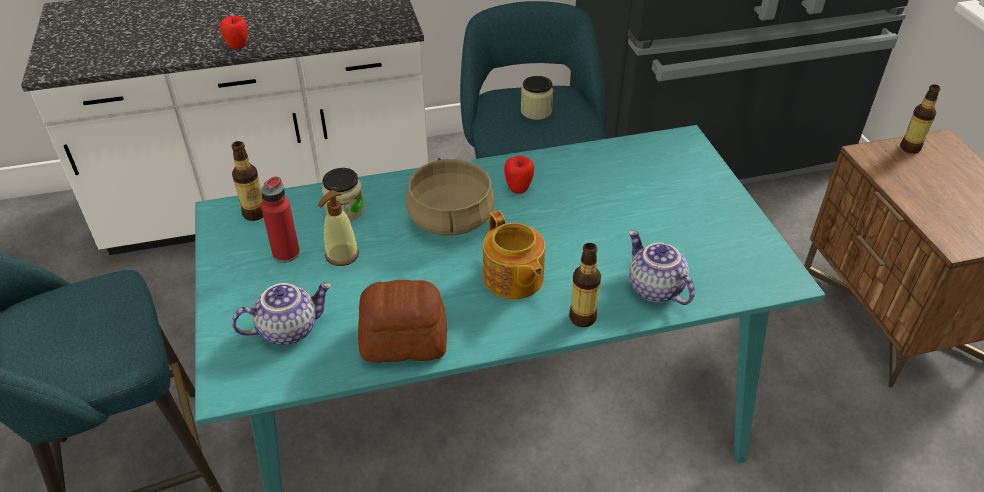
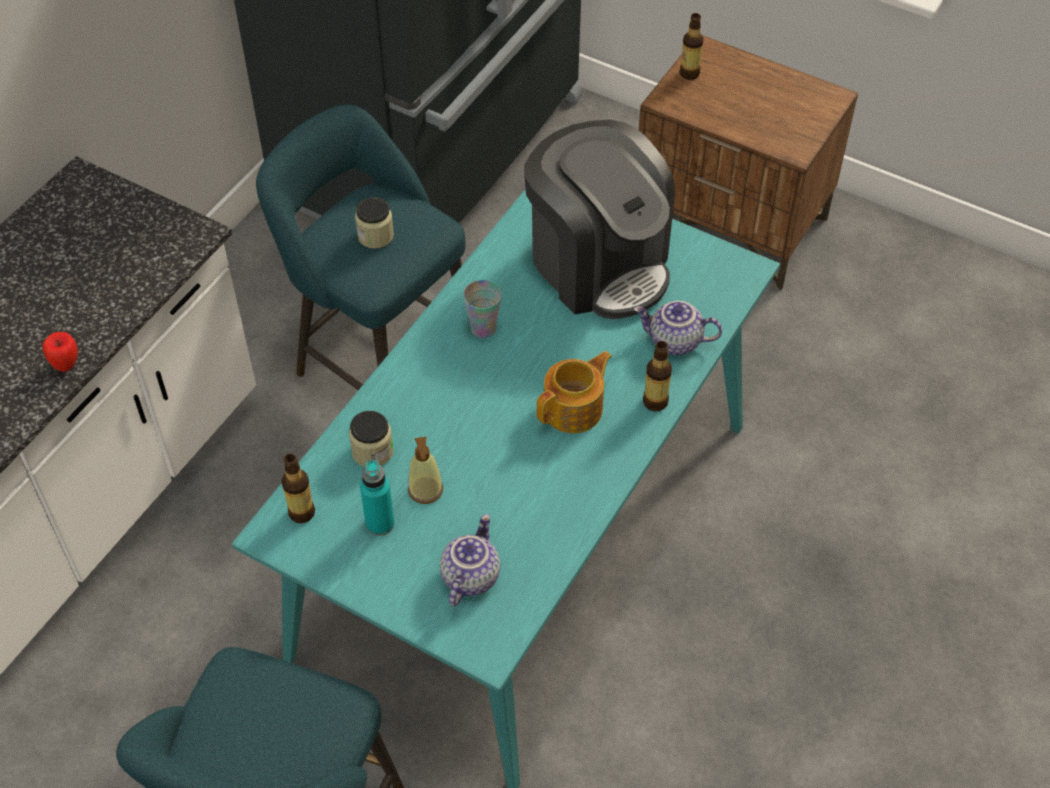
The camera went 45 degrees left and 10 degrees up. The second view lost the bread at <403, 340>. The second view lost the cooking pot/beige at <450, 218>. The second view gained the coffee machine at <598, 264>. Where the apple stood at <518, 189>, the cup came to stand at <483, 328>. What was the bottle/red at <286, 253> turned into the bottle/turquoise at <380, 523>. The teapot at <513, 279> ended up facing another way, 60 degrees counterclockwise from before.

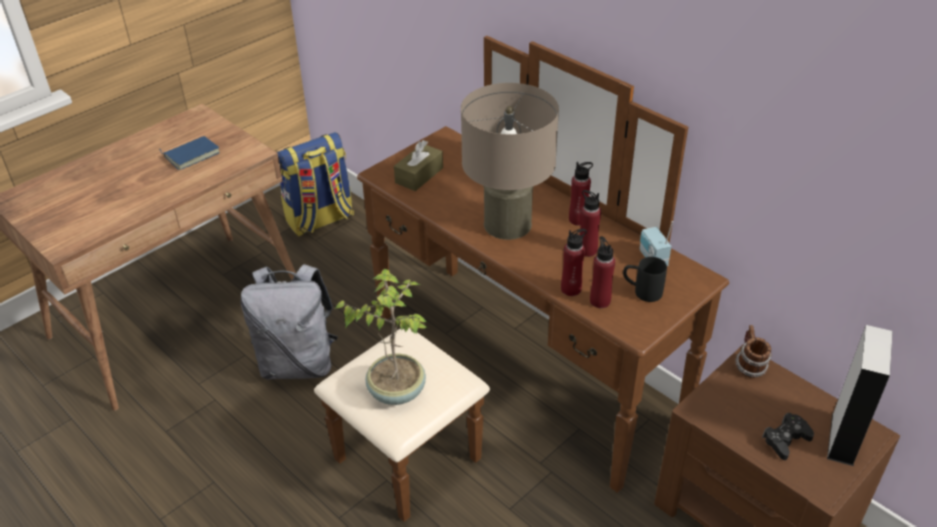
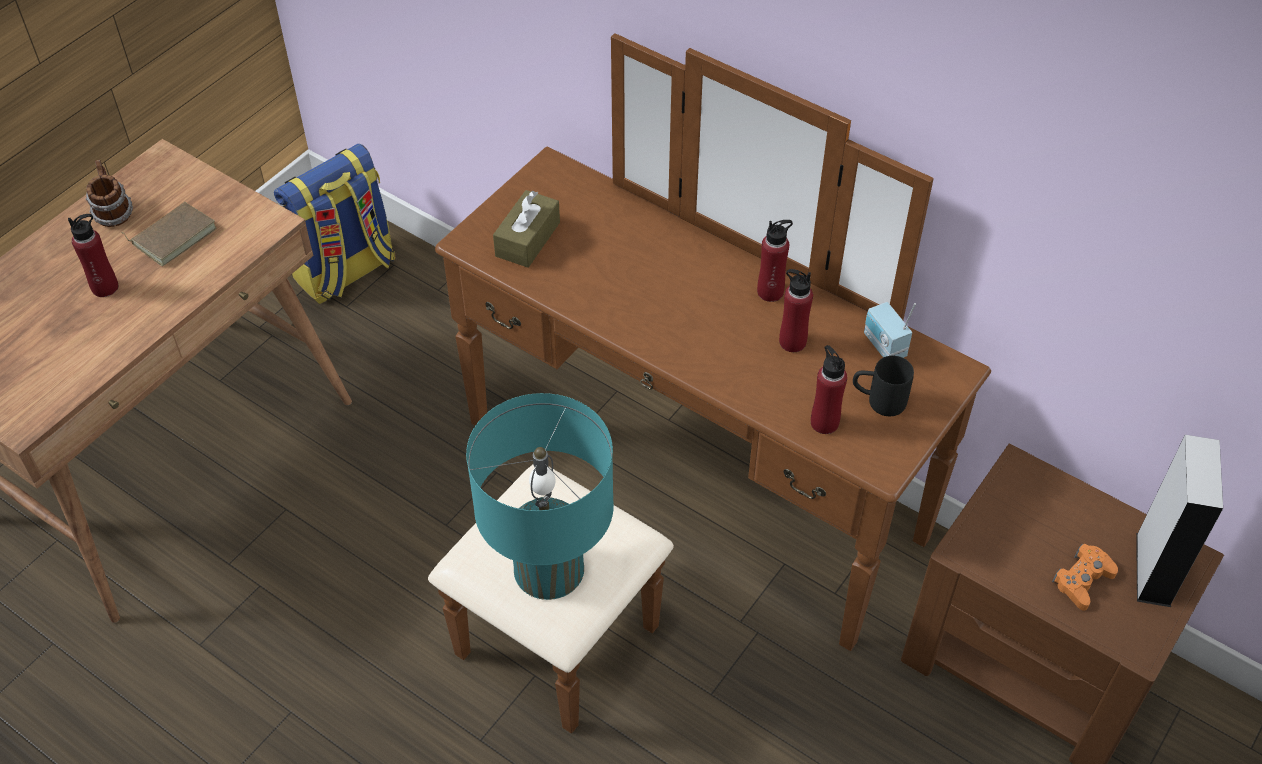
The camera went 10 degrees left and 10 degrees up. The second view lost the backpack/grey at <298, 363>. The second view lost the table lamp/beige at <507, 224>. The bottle/red ended up elsewhere, having gone from <571, 289> to <105, 287>. The mug ended up elsewhere, having gone from <749, 366> to <113, 213>. Where the potted plant stood at <396, 390>, the table lamp/turquoise came to stand at <549, 569>. What was the book/blue at <191, 154> turned into the book/brown at <173, 235>. What was the game controller/black at <786, 440> turned into the game controller/orange at <1082, 580>.

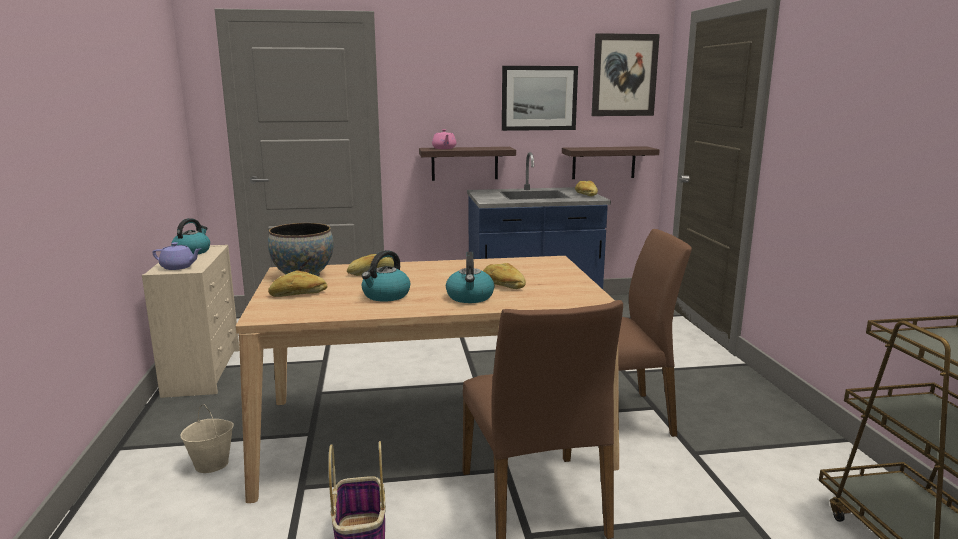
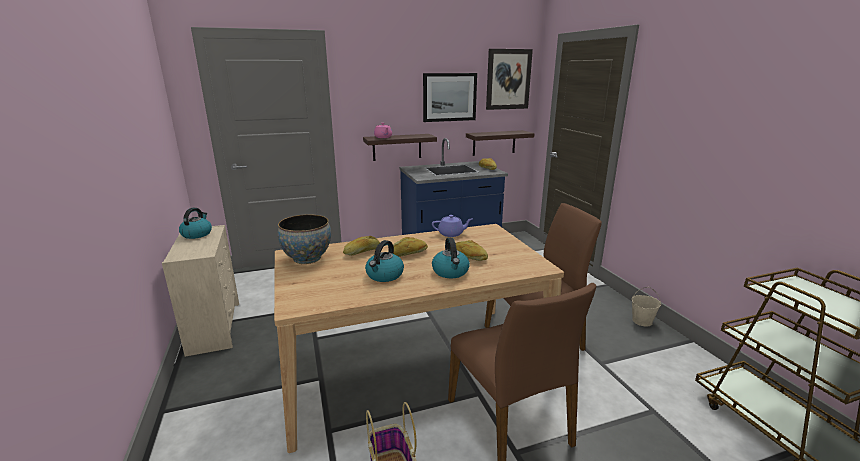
The camera went 10 degrees left and 5 degrees up. The teapot/purple ended up elsewhere, having gone from <178, 267> to <451, 234>. The bucket/beige ended up elsewhere, having gone from <212, 464> to <642, 321>. The bread ended up elsewhere, having gone from <298, 294> to <408, 254>.

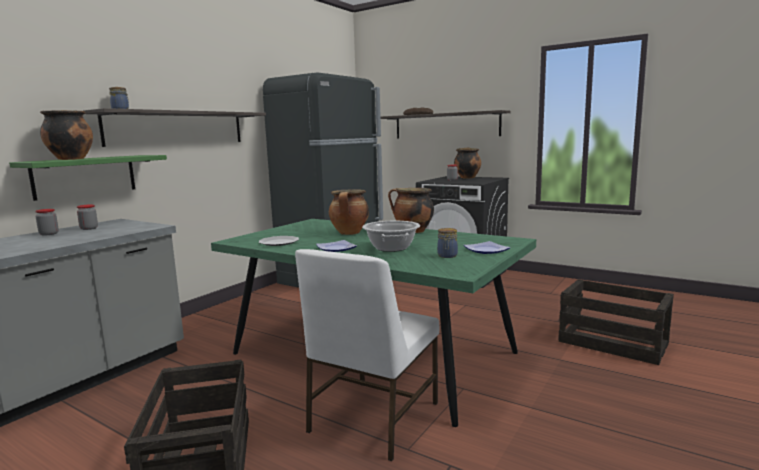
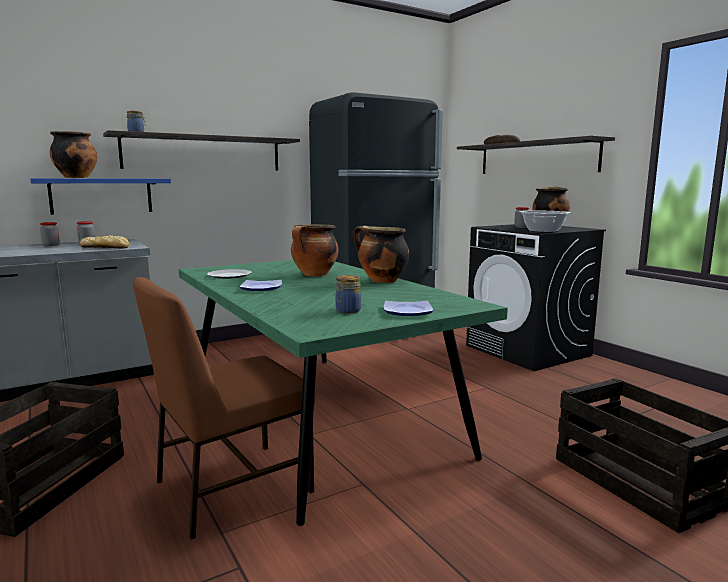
The camera went 25 degrees right and 0 degrees up. The second view gained the bread at <106, 247>. The cooking pot ended up elsewhere, having gone from <391, 248> to <543, 231>. What was the shelf/green at <85, 176> turned into the shelf/blue at <101, 196>. What was the chair/white at <372, 418> turned into the chair/brown at <230, 487>.

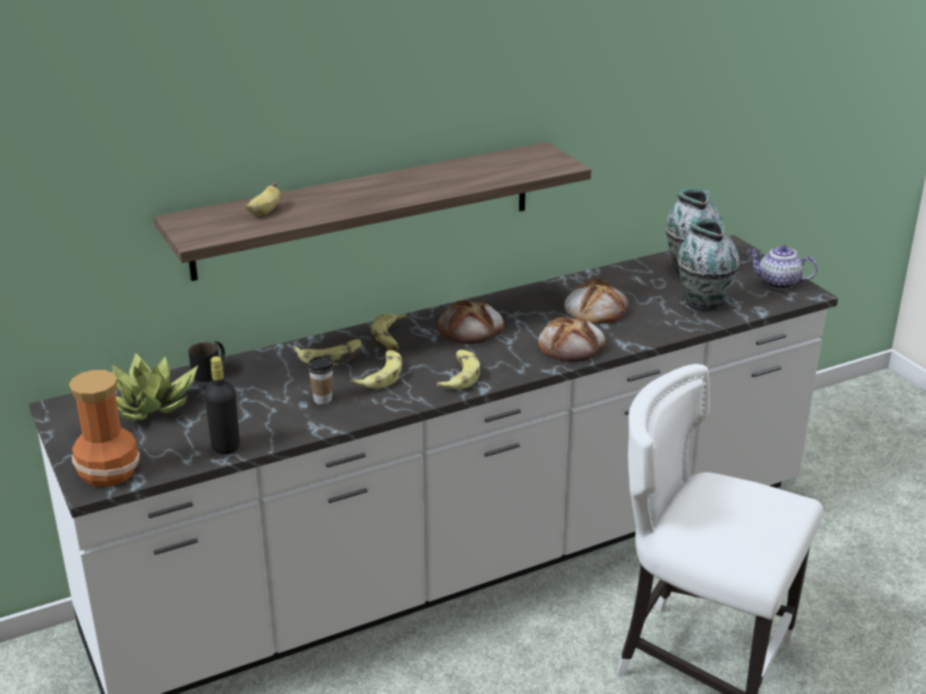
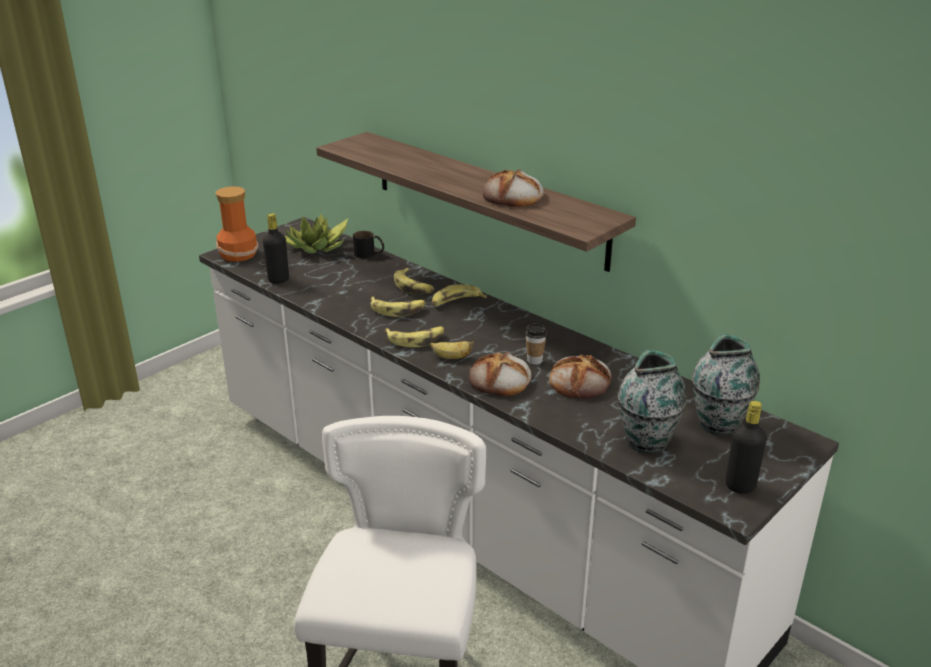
The camera went 70 degrees right and 0 degrees up. The banana ended up elsewhere, having gone from <265, 212> to <451, 357>. The cup ended up elsewhere, having gone from <322, 399> to <534, 360>. The bread ended up elsewhere, having gone from <471, 328> to <513, 197>. Where the teapot stood at <778, 283>, the bottle/black came to stand at <740, 486>.

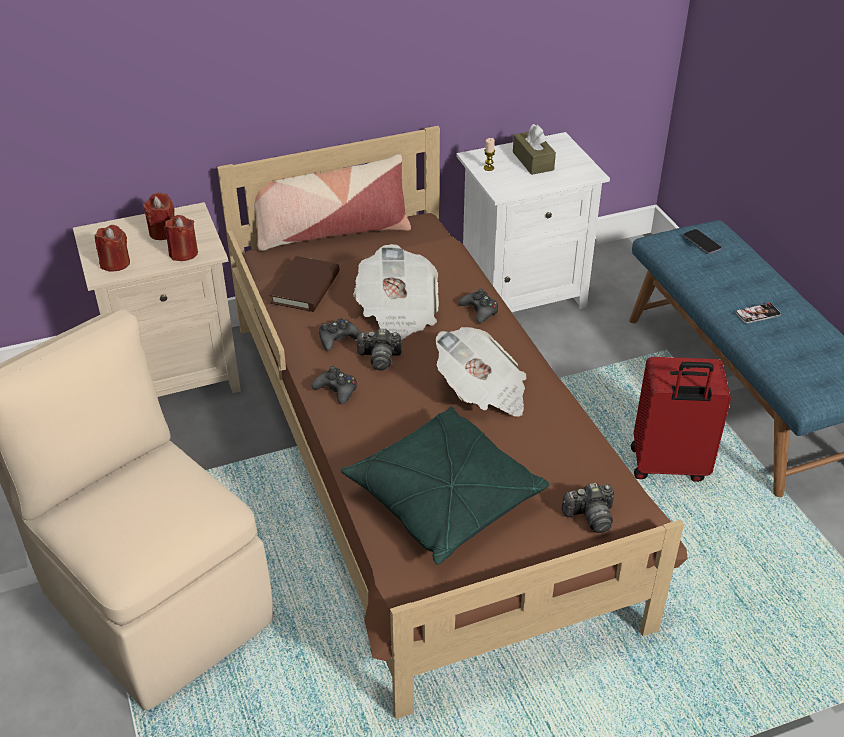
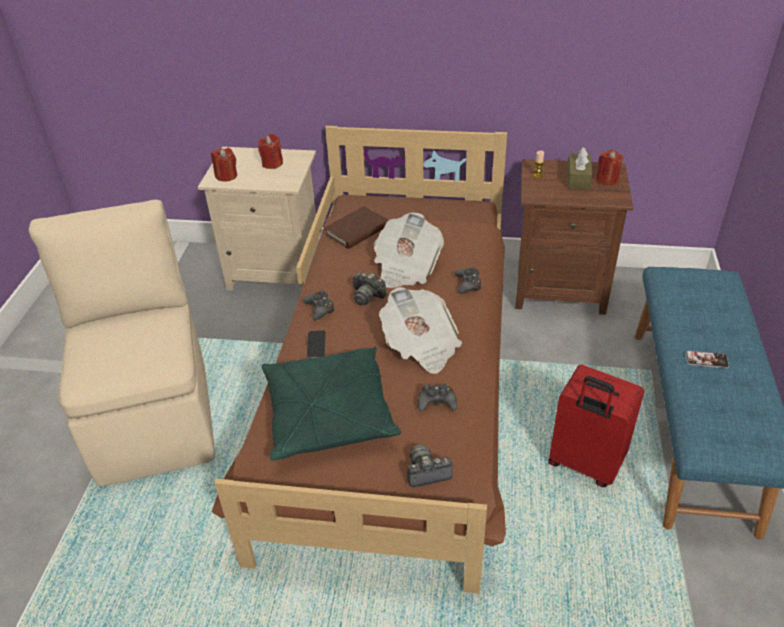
The camera went 30 degrees right and 0 degrees up. The second view lost the pillow at <331, 231>. The candle/red ended up elsewhere, having gone from <183, 253> to <607, 179>. The game controller/black ended up elsewhere, having gone from <338, 339> to <436, 402>. The phone ended up elsewhere, having gone from <701, 242> to <316, 345>. What was the nightstand/white at <521, 294> turned into the nightstand/brown at <559, 288>. The photo camera at <590, 516> ended up facing another way, 150 degrees clockwise from before.

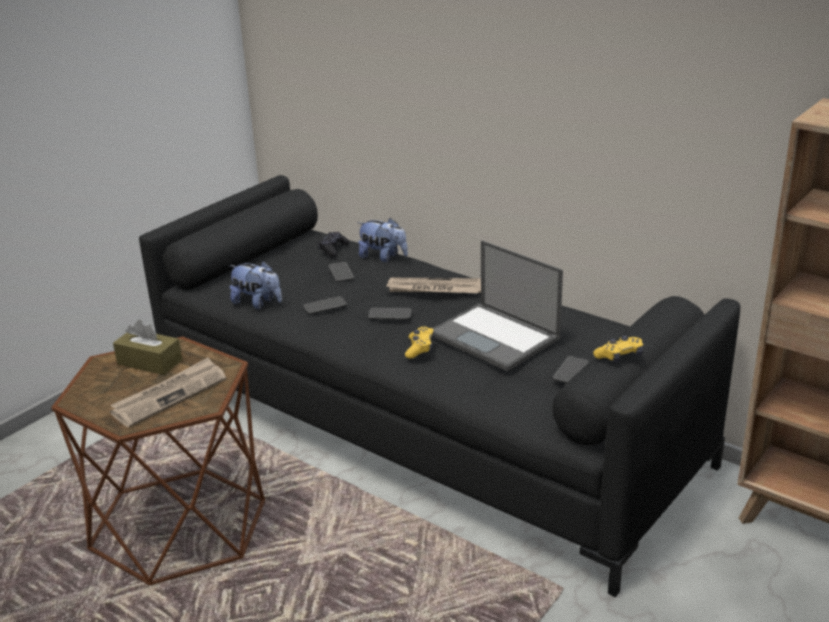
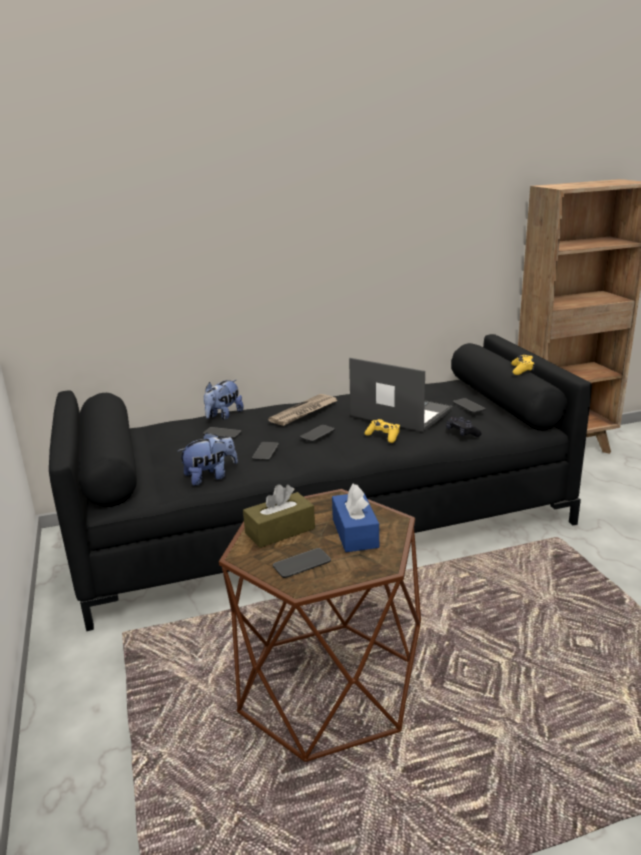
The camera went 55 degrees left and 5 degrees down. The second view gained the phone at <302, 564>. The game controller/black ended up elsewhere, having gone from <333, 249> to <462, 432>. Where the newspaper stood at <170, 395>, the tissue box/blue came to stand at <355, 533>. The plush toy at <383, 257> ended up facing another way, 150 degrees clockwise from before. The laptop at <496, 337> ended up facing another way, 135 degrees counterclockwise from before.

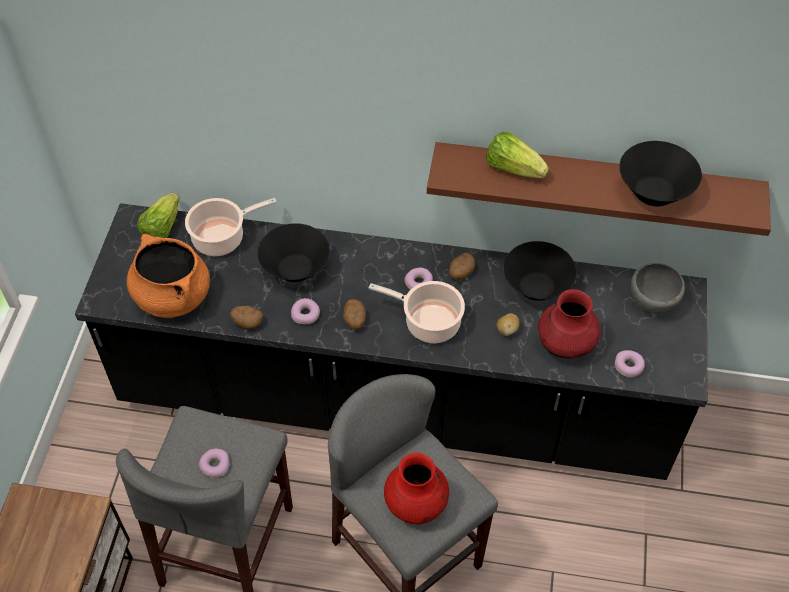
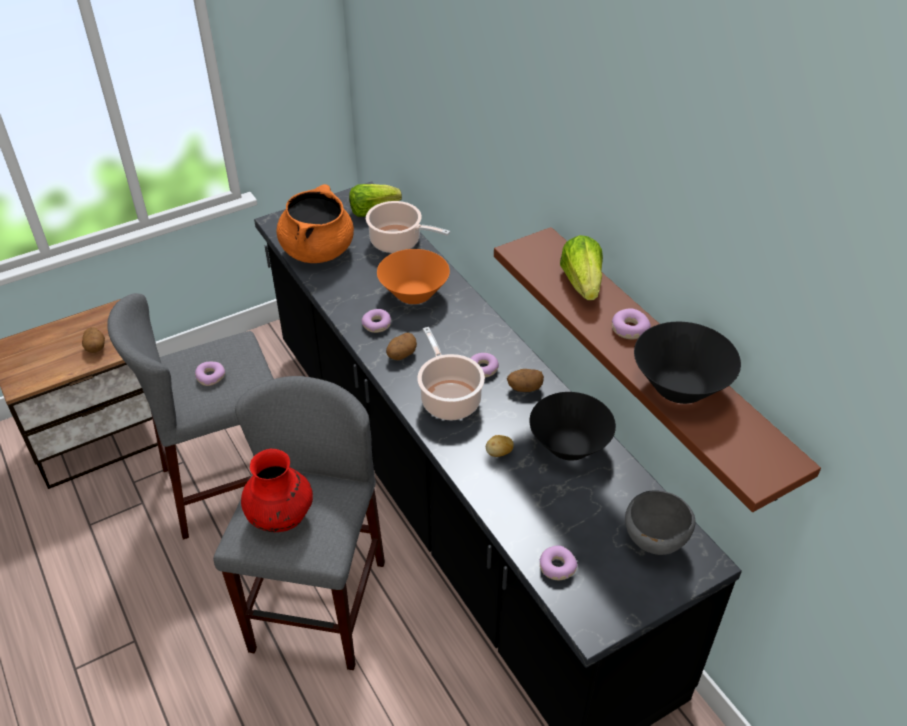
The camera went 50 degrees right and 10 degrees down. The second view lost the vase/red at <565, 345>. The second view gained the donut at <629, 329>. The potato ended up elsewhere, having gone from <247, 322> to <95, 347>. What was the bowl/black at <295, 269> turned into the bowl/orange at <414, 294>.

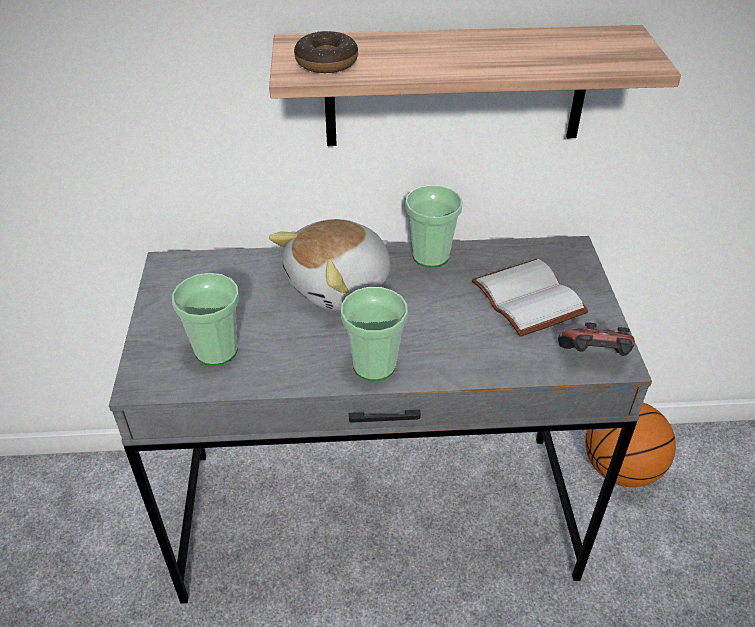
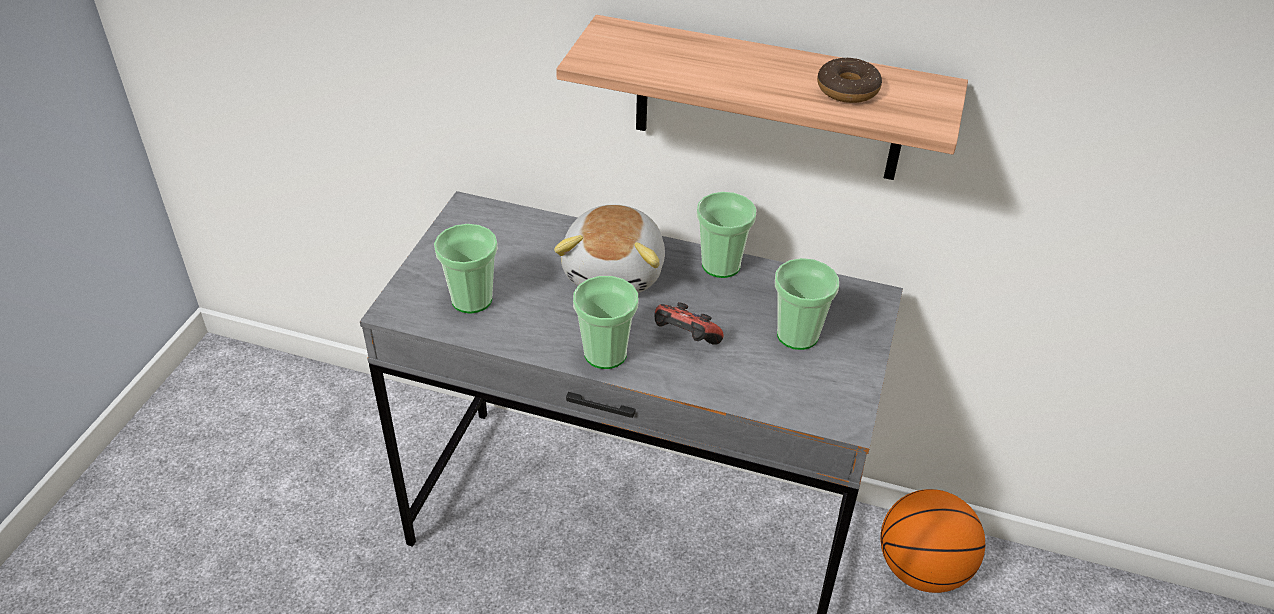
The camera went 20 degrees right and 0 degrees up. The donut ended up elsewhere, having gone from <326, 62> to <847, 89>. The game controller ended up elsewhere, having gone from <594, 358> to <684, 340>. Where the book/white stood at <531, 299>, the cup came to stand at <797, 335>. The plush toy at <340, 286> ended up facing another way, 60 degrees counterclockwise from before.

